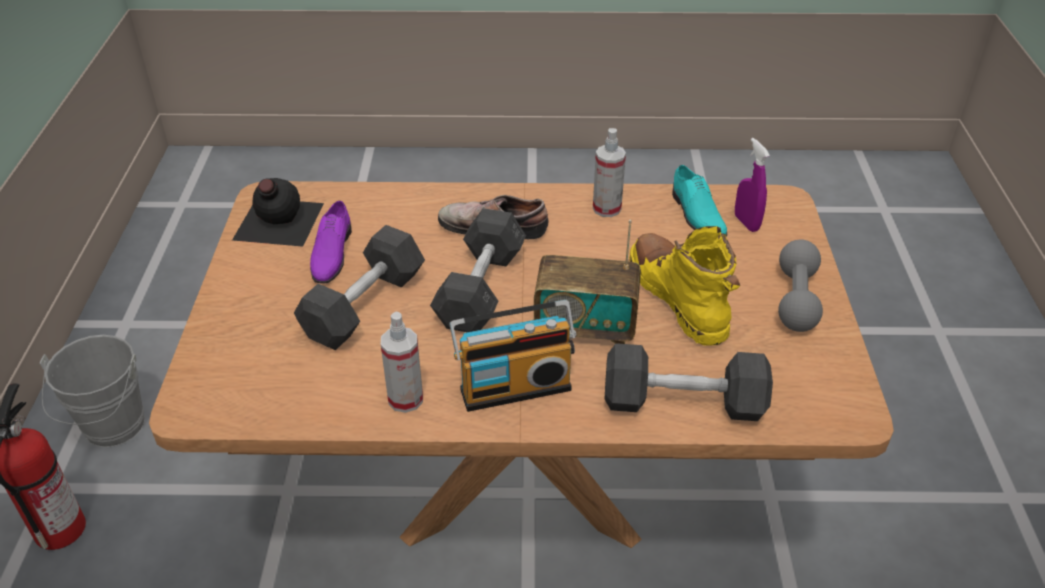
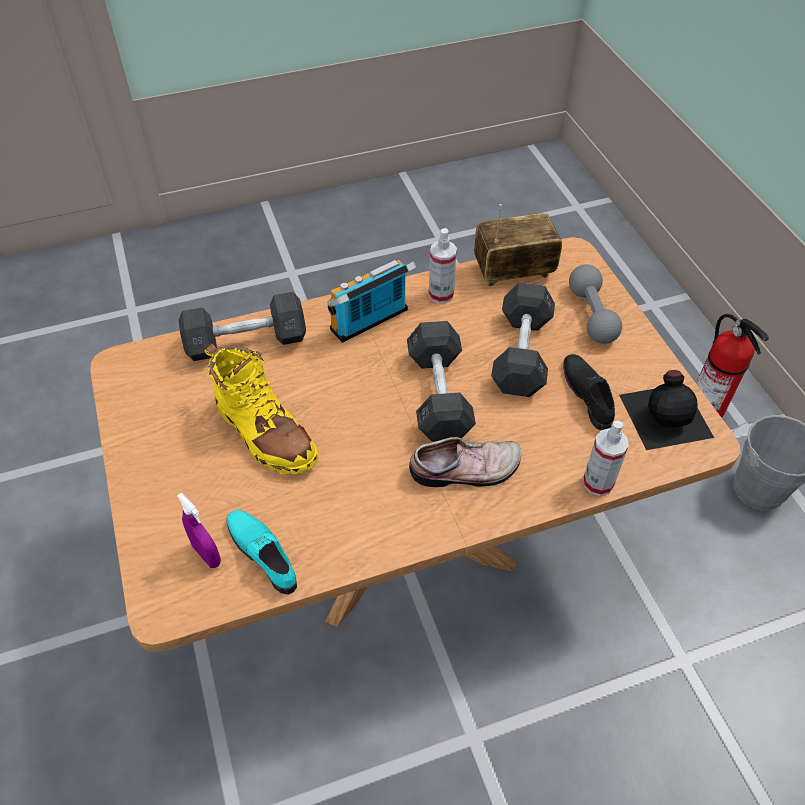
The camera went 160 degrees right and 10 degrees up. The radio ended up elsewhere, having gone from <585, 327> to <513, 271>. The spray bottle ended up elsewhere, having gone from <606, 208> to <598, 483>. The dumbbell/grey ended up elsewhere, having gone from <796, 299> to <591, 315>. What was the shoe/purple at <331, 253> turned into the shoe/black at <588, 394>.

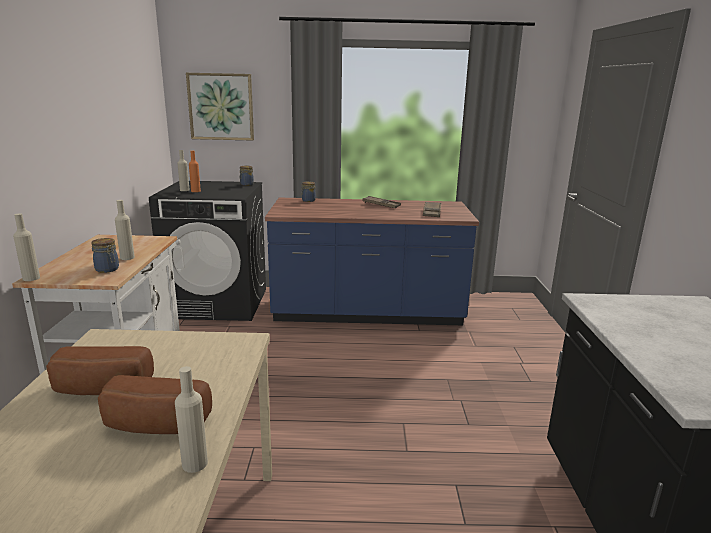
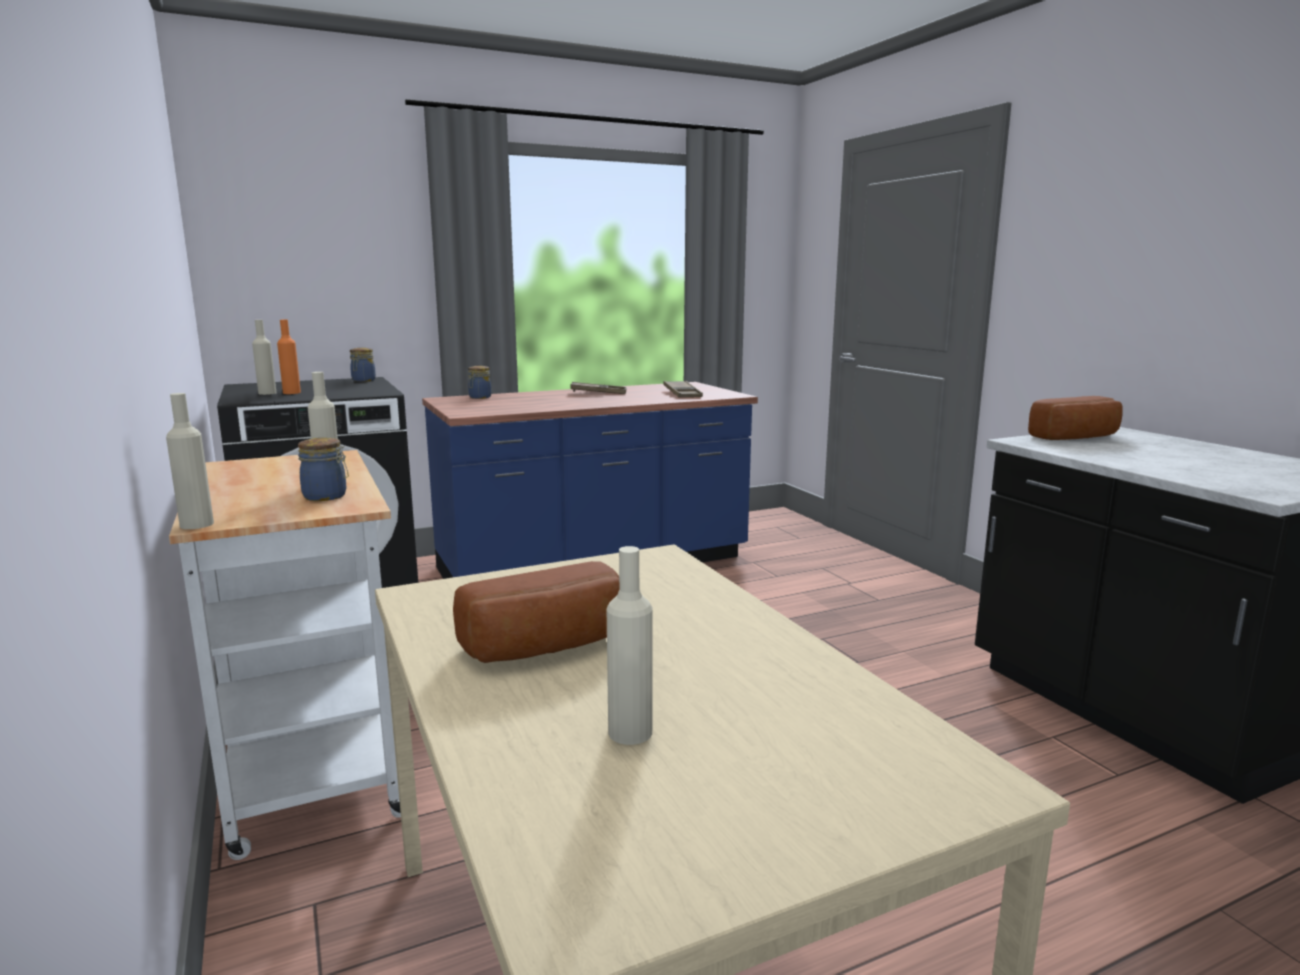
The camera went 25 degrees left and 5 degrees down. The second view lost the picture at <221, 107>. The bread ended up elsewhere, having gone from <154, 426> to <1078, 438>. The bottle/beige ended up elsewhere, having gone from <194, 463> to <630, 732>.

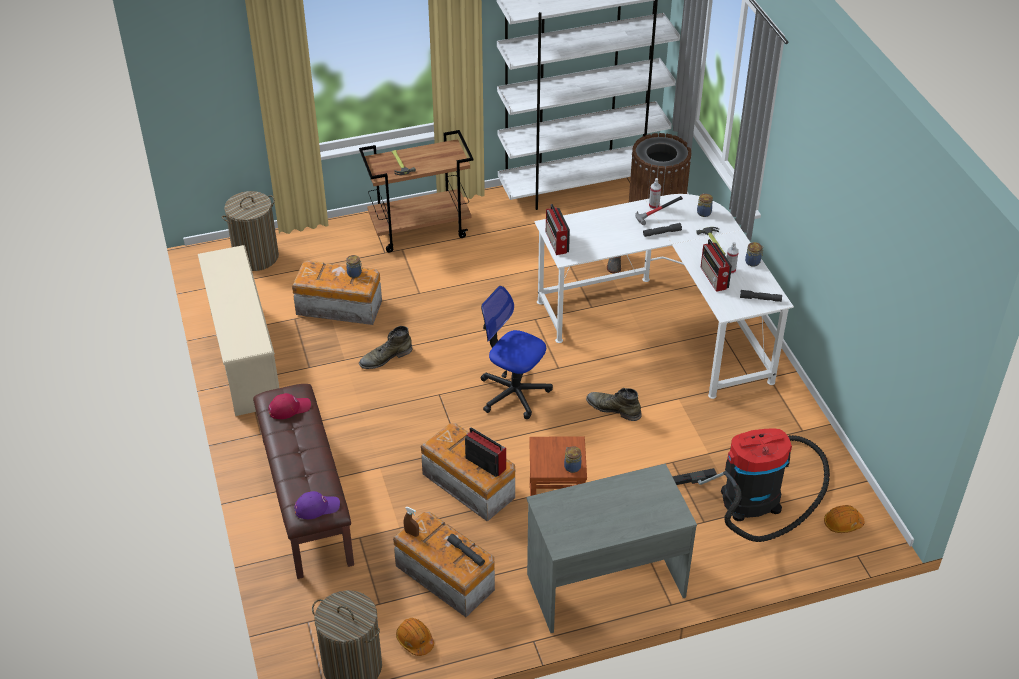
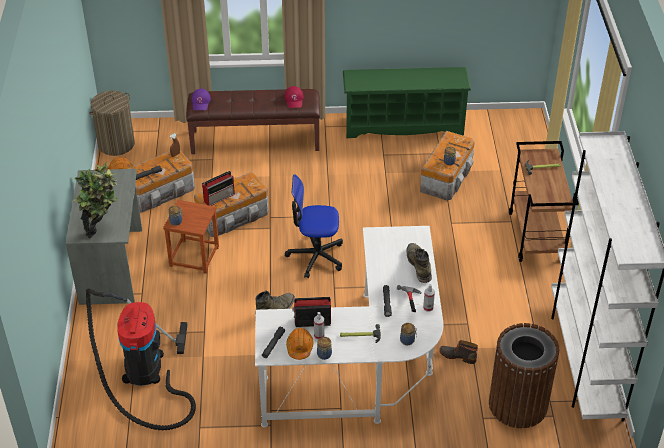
The camera went 105 degrees right and 0 degrees up. The second view lost the laundry basket at <256, 256>. The second view lost the radio at <557, 243>. The second view gained the potted plant at <102, 229>. The boot/green ended up elsewhere, having gone from <385, 357> to <419, 265>. The hard hat/orange ended up elsewhere, having gone from <842, 523> to <299, 347>. What was the shoe rack/beige at <243, 358> turned into the shoe rack/green at <404, 125>. The office chair at <513, 393> ended up facing another way, 135 degrees counterclockwise from before.

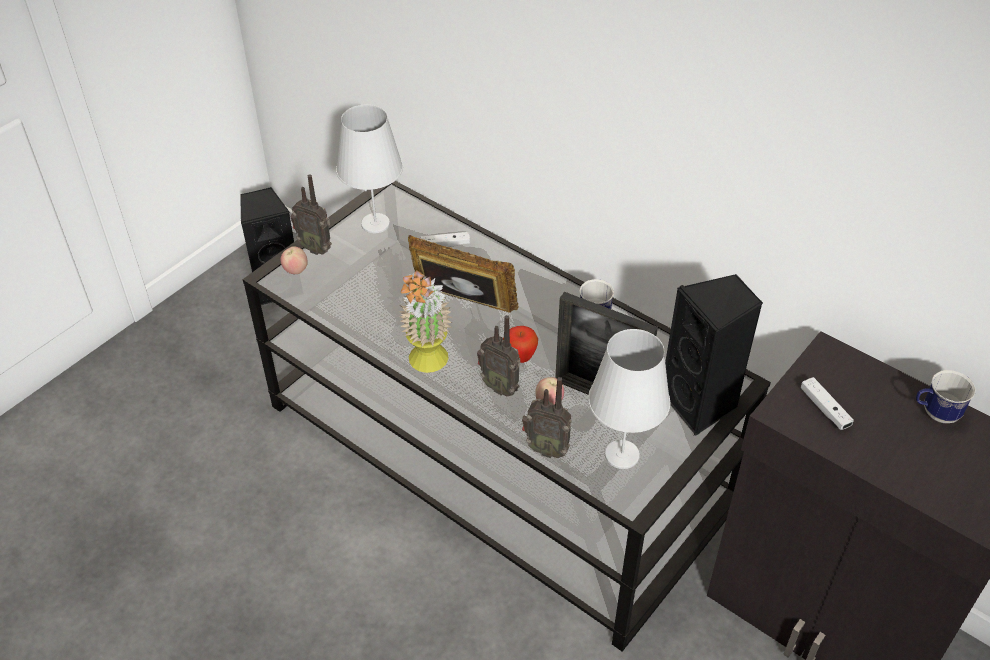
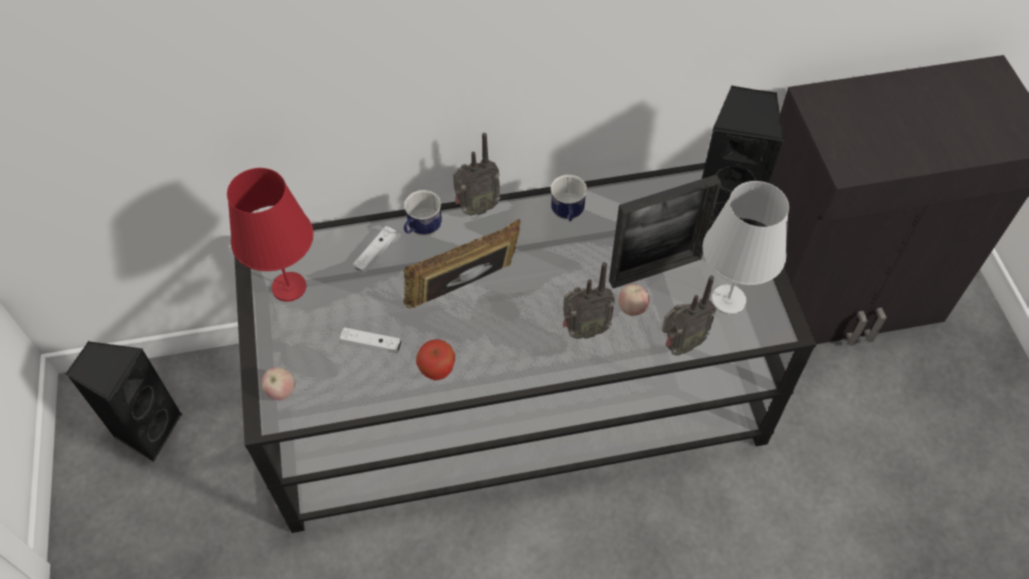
The camera went 50 degrees left and 10 degrees up. The second view lost the potted plant at <427, 366>. The radio ended up elsewhere, having gone from <316, 248> to <476, 208>. The apple ended up elsewhere, having gone from <520, 357> to <437, 372>. The game controller/white ended up elsewhere, having gone from <824, 409> to <371, 344>. The mug ended up elsewhere, having gone from <934, 413> to <422, 230>. What was the table lamp/white at <375, 224> turned into the table lamp/red at <288, 287>.

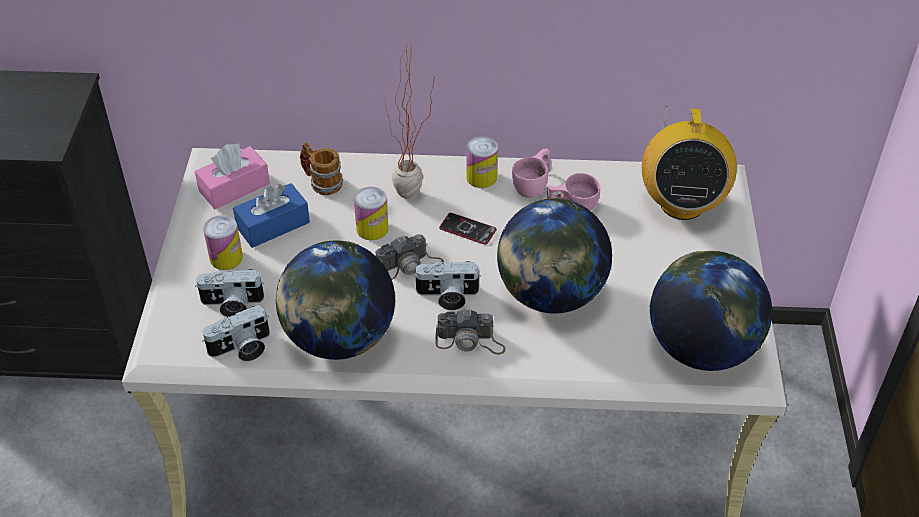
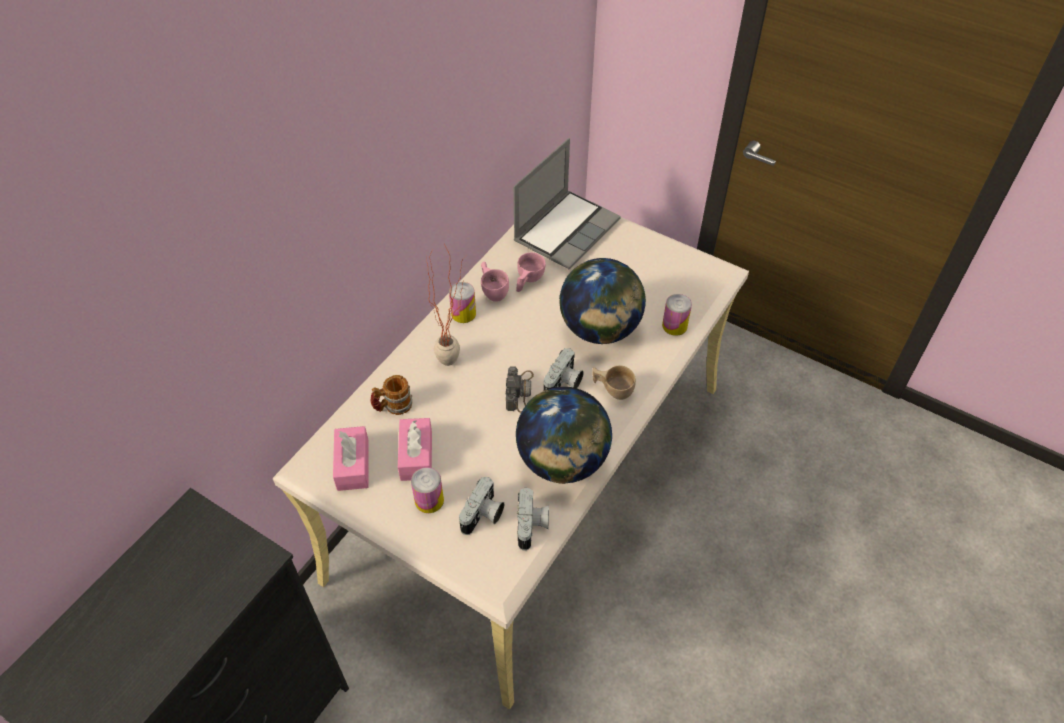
The camera went 60 degrees left and 5 degrees up. The second view lost the phone at <467, 229>. The second view lost the globe at <701, 349>. The can ended up elsewhere, having gone from <372, 228> to <674, 326>. Where the photo camera stood at <470, 341>, the cup/beige came to stand at <612, 389>. Where the radio stood at <681, 204>, the laptop came to stand at <566, 229>. What was the tissue box/blue at <273, 225> turned into the tissue box/pink at <416, 456>.

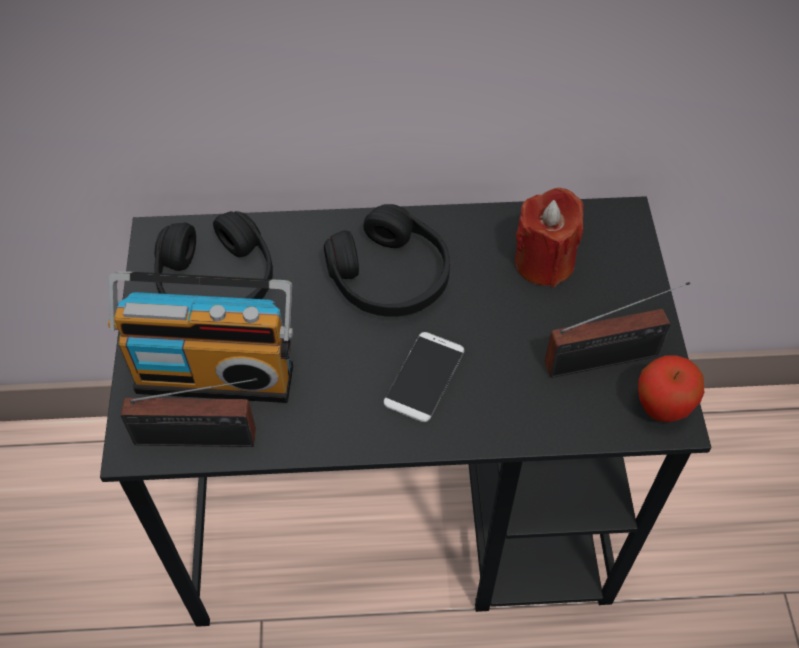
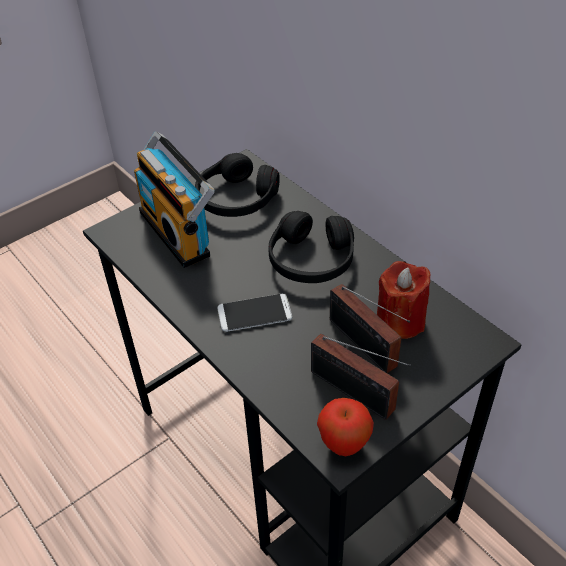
The camera went 55 degrees right and 10 degrees down. The radio ended up elsewhere, having gone from <202, 439> to <365, 346>.

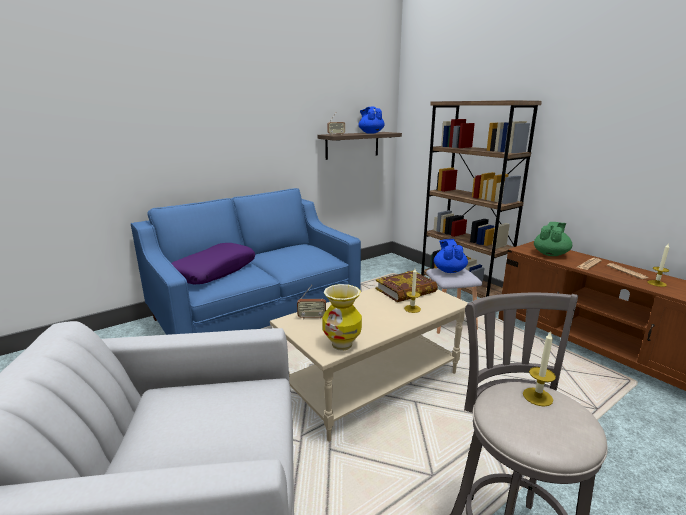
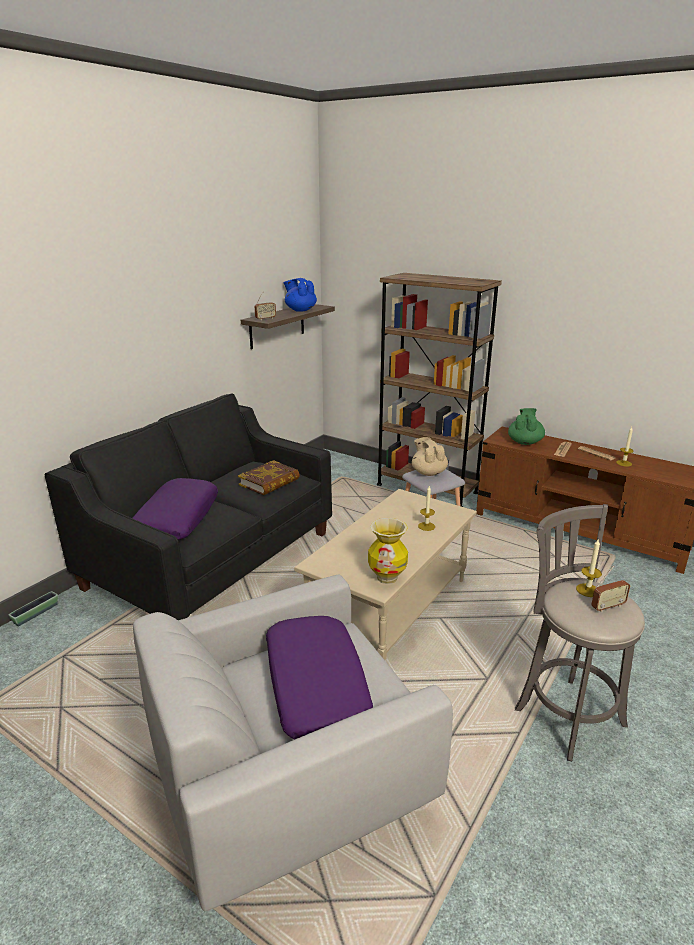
The camera went 20 degrees left and 5 degrees up. The second view gained the planter at <36, 614>. The second view gained the pillow/purple at <315, 686>. The radio ended up elsewhere, having gone from <312, 317> to <607, 607>. The book ended up elsewhere, having gone from <406, 290> to <269, 482>. What was the sofa/blue at <255, 315> turned into the sofa/black at <211, 560>. What was the teapot/blue at <449, 270> turned into the teapot/beige at <428, 472>.

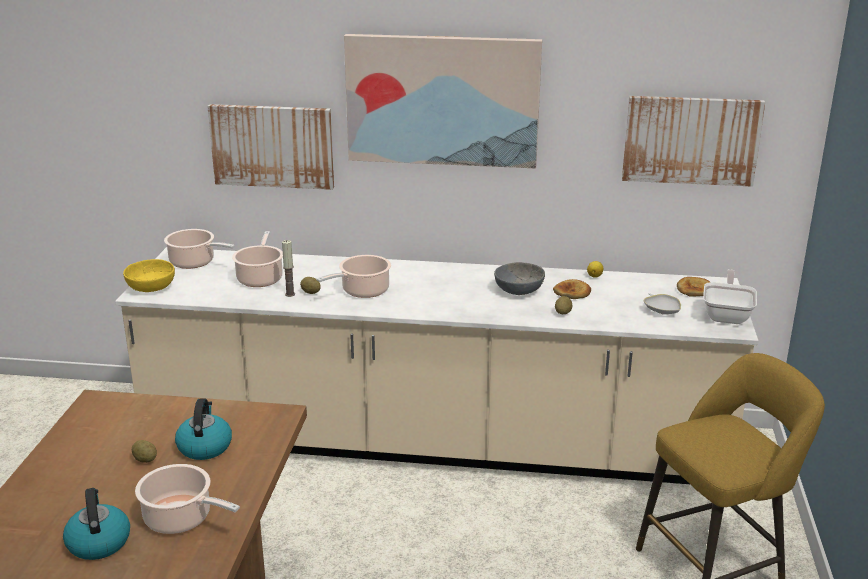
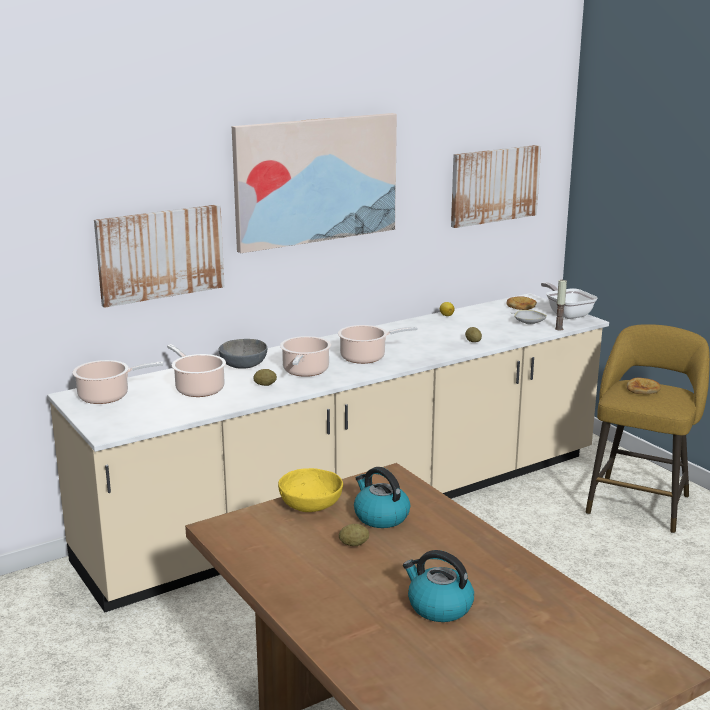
The camera went 40 degrees left and 5 degrees down. The bowl/yellow ended up elsewhere, having gone from <150, 288> to <310, 505>. The cooking pot ended up elsewhere, having gone from <181, 518> to <366, 357>. The candle ended up elsewhere, having gone from <290, 294> to <558, 329>. The bowl/grey ended up elsewhere, having gone from <518, 290> to <243, 365>. The bread ended up elsewhere, having gone from <572, 292> to <643, 389>.

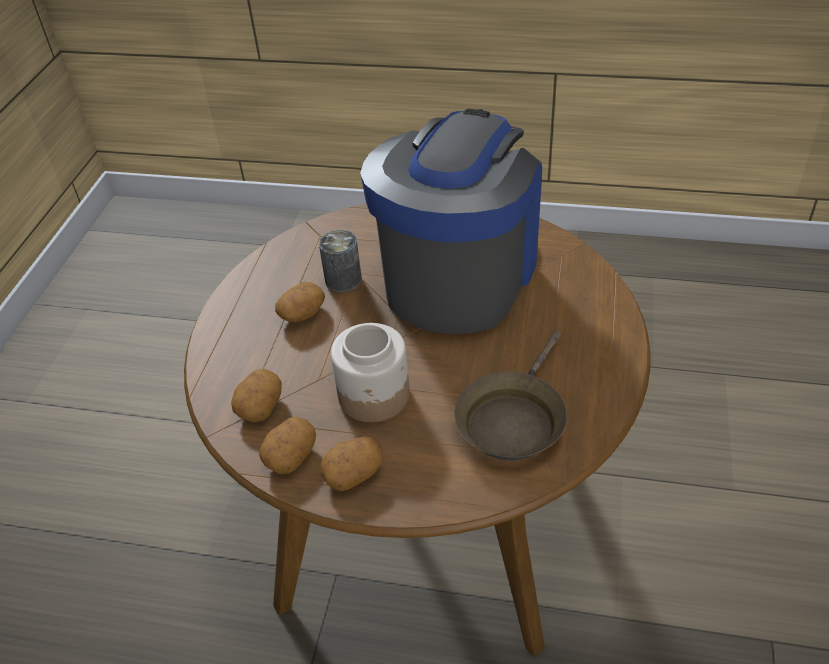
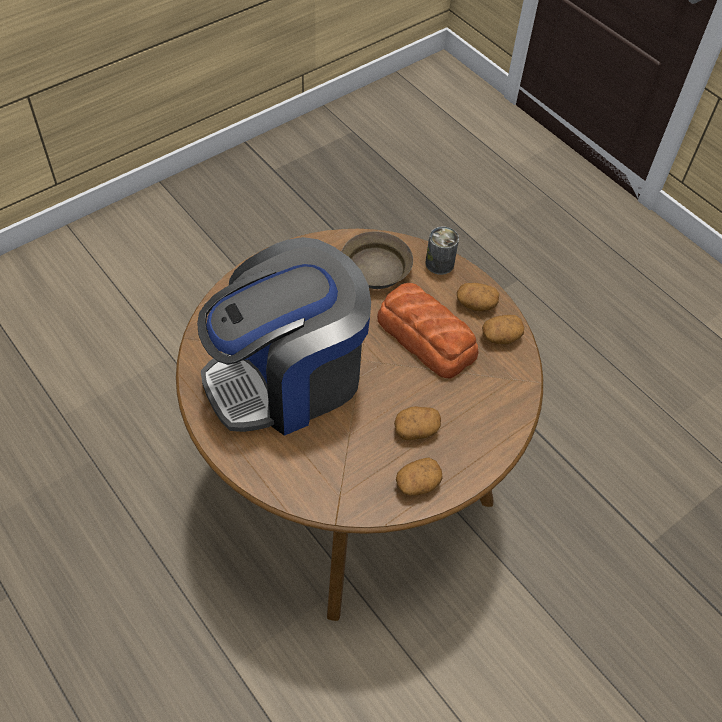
The camera went 145 degrees left and 10 degrees up. The potato ended up elsewhere, having gone from <259, 405> to <418, 484>. The can ended up elsewhere, having gone from <343, 279> to <439, 263>. Where the jar stood at <374, 396>, the bread came to stand at <426, 336>.

